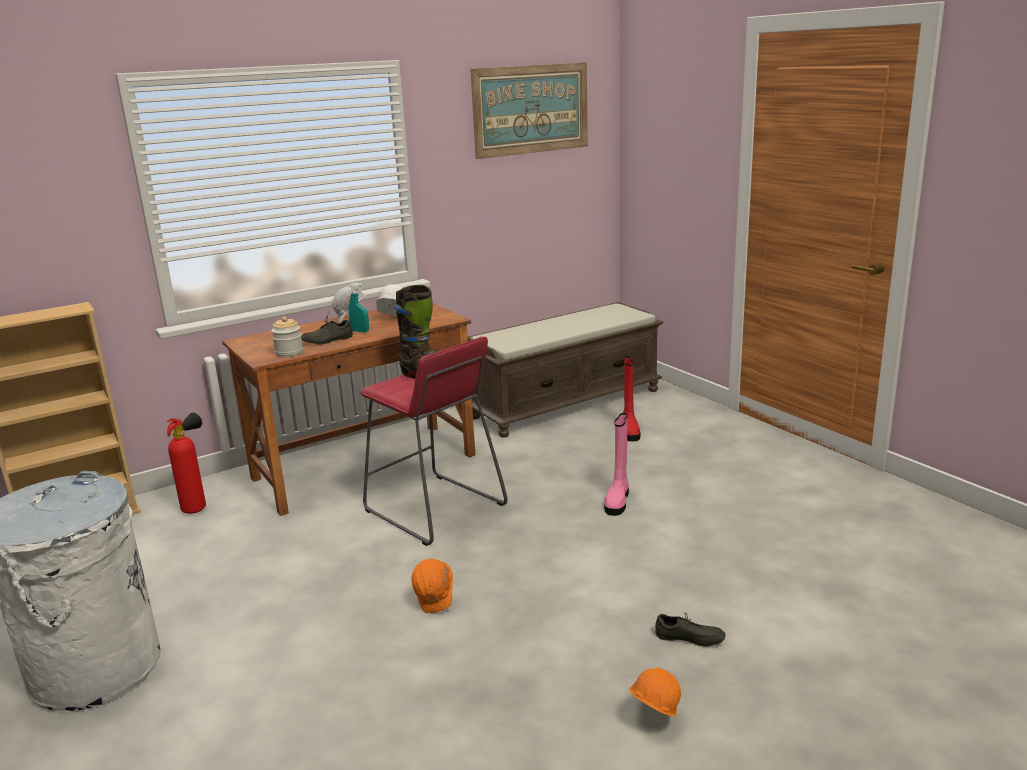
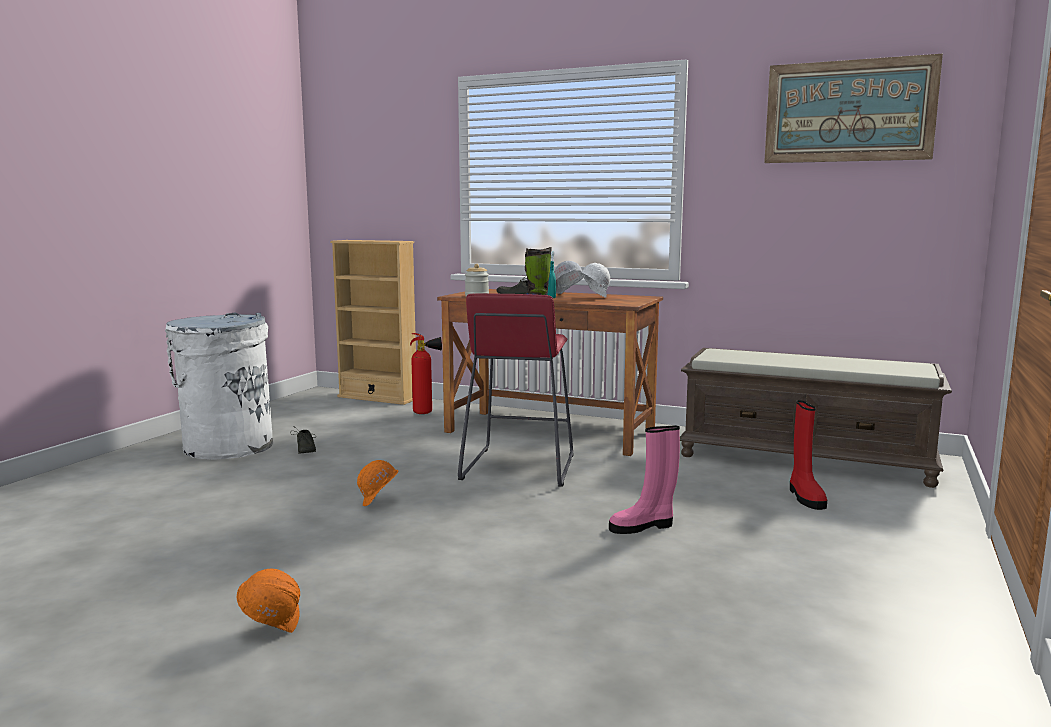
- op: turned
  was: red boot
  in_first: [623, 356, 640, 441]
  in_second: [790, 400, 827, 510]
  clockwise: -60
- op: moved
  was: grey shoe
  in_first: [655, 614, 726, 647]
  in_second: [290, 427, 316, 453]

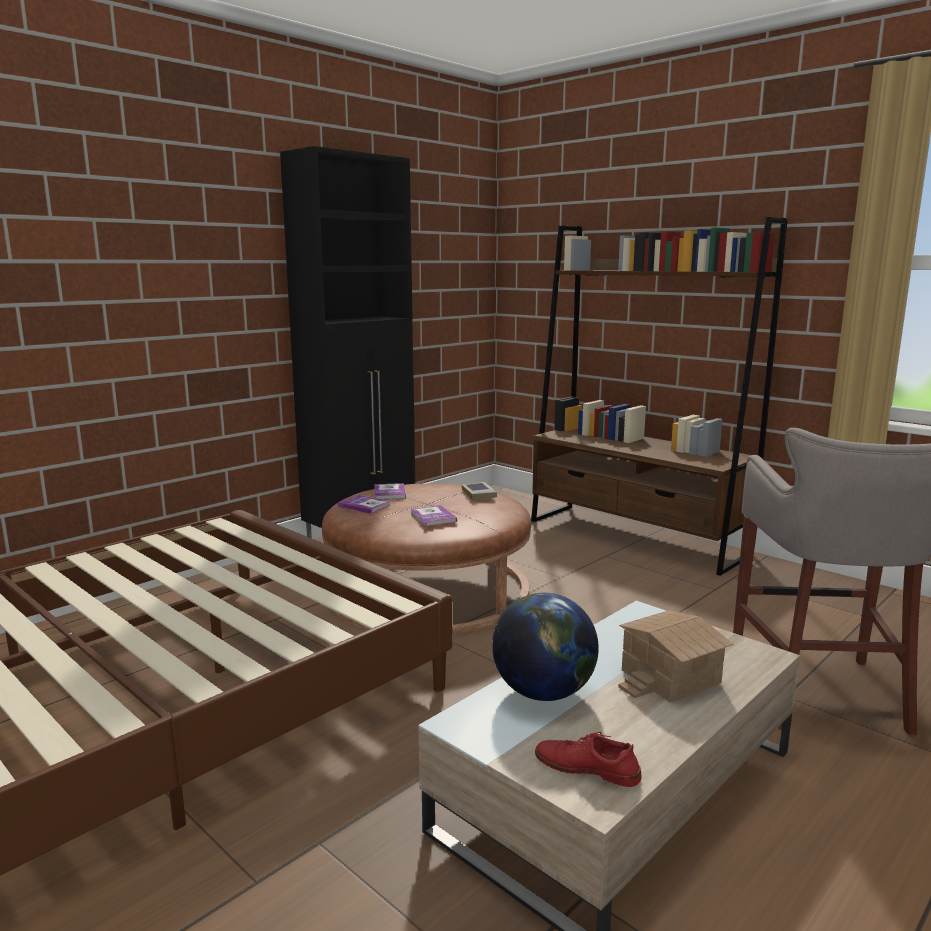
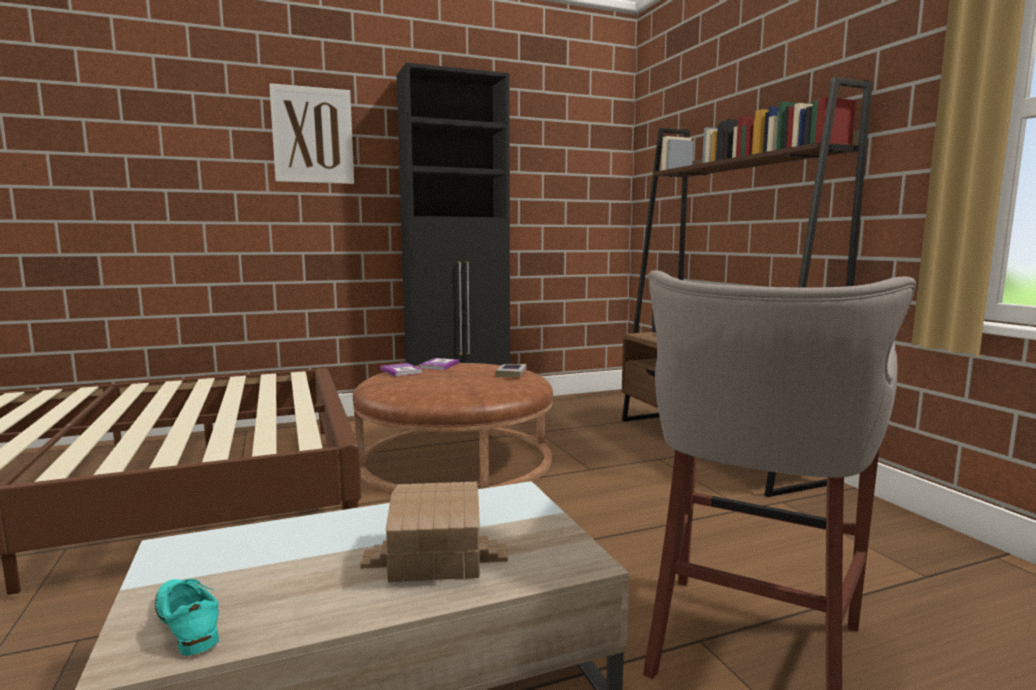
- op: removed
  was: book
  in_first: [411, 505, 457, 527]
- op: removed
  was: globe
  in_first: [492, 593, 599, 701]
- op: recoloured
  was: red shoe
  now: turquoise shoe
  in_first: [535, 732, 642, 787]
  in_second: [155, 579, 219, 656]
- op: added
  now: picture
  in_second: [269, 83, 354, 184]

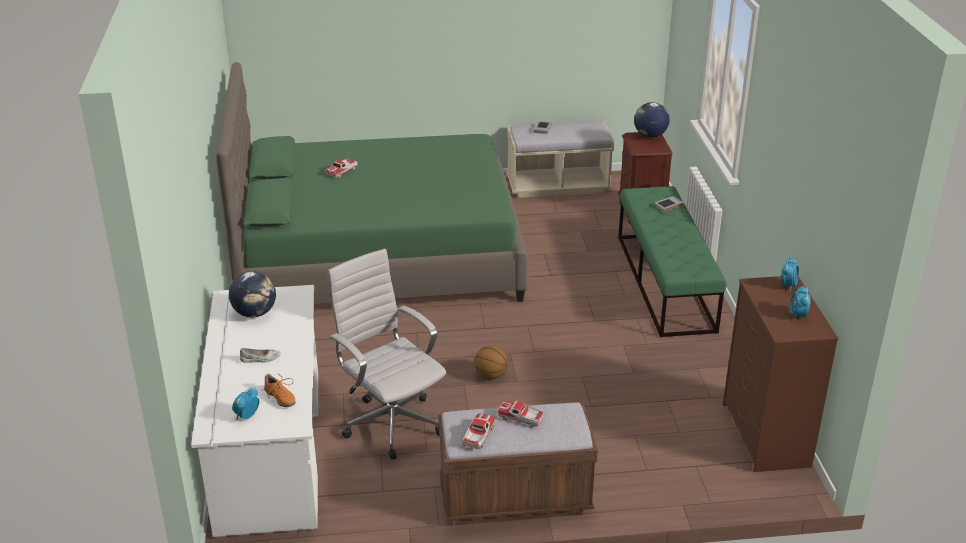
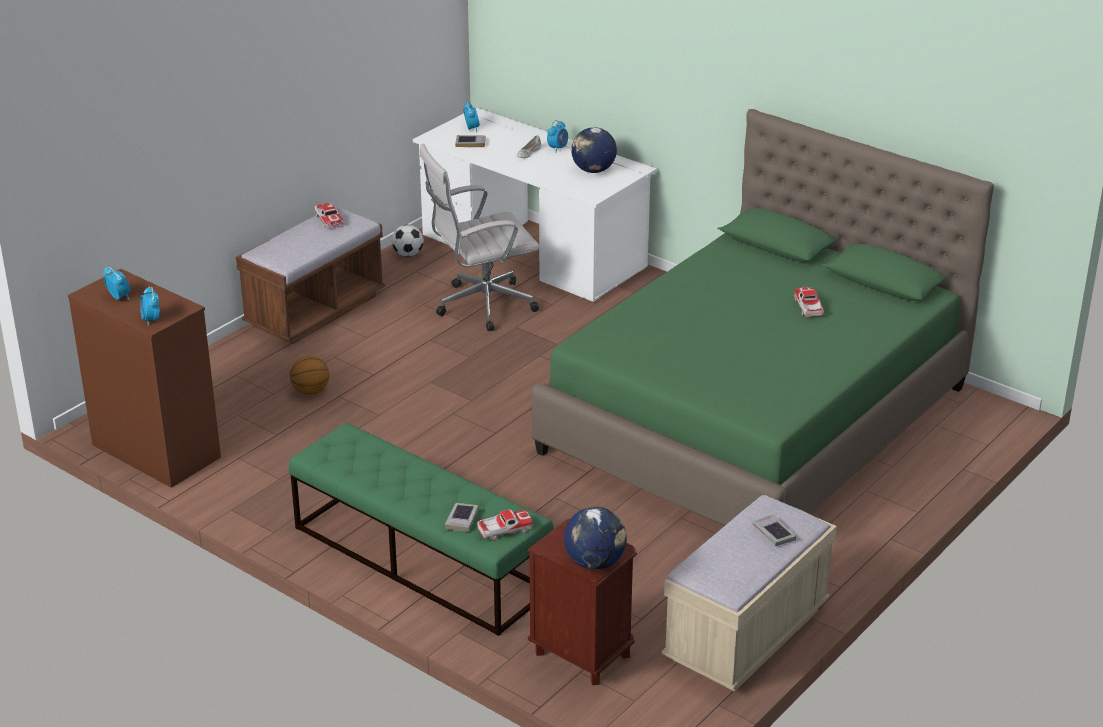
- op: turned
  was: white office chair
  in_first: [328, 249, 446, 460]
  in_second: [420, 144, 540, 331]
  clockwise: 150
- op: moved
  was: basketball
  in_first: [474, 345, 508, 380]
  in_second: [290, 356, 329, 395]
- op: replaced
  was: orange shoe
  now: book
  in_first: [260, 374, 296, 407]
  in_second: [455, 135, 486, 147]
- op: moved
  was: toy car
  in_first: [498, 401, 545, 428]
  in_second: [477, 510, 532, 540]
- op: added
  now: alarm clock
  in_second: [547, 120, 568, 153]
- op: added
  now: football
  in_second: [392, 225, 424, 257]

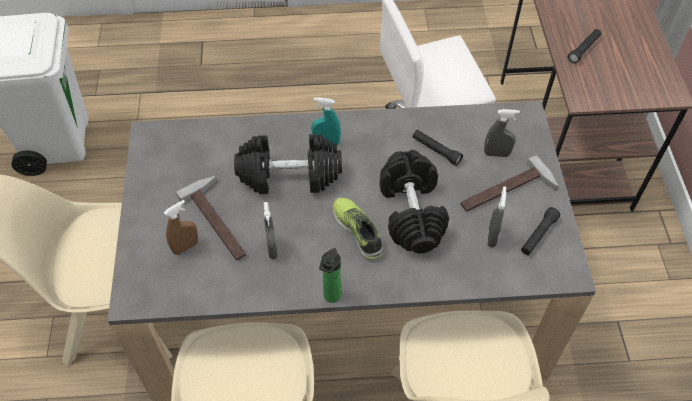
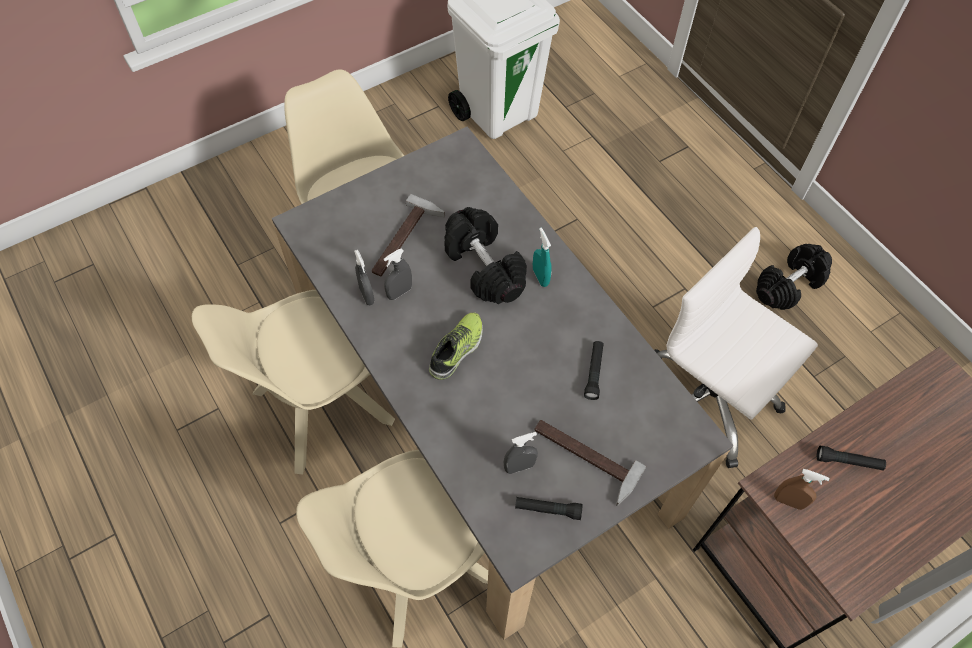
- op: moved
  was: grey spray bottle
  in_first: [484, 109, 520, 157]
  in_second: [354, 250, 374, 306]
- op: moved
  was: black dumbbell
  in_first: [379, 150, 449, 253]
  in_second: [756, 244, 832, 310]
- op: moved
  was: brown spray bottle
  in_first: [164, 200, 198, 255]
  in_second: [774, 469, 830, 510]
- op: removed
  was: bottle
  in_first: [319, 248, 341, 303]

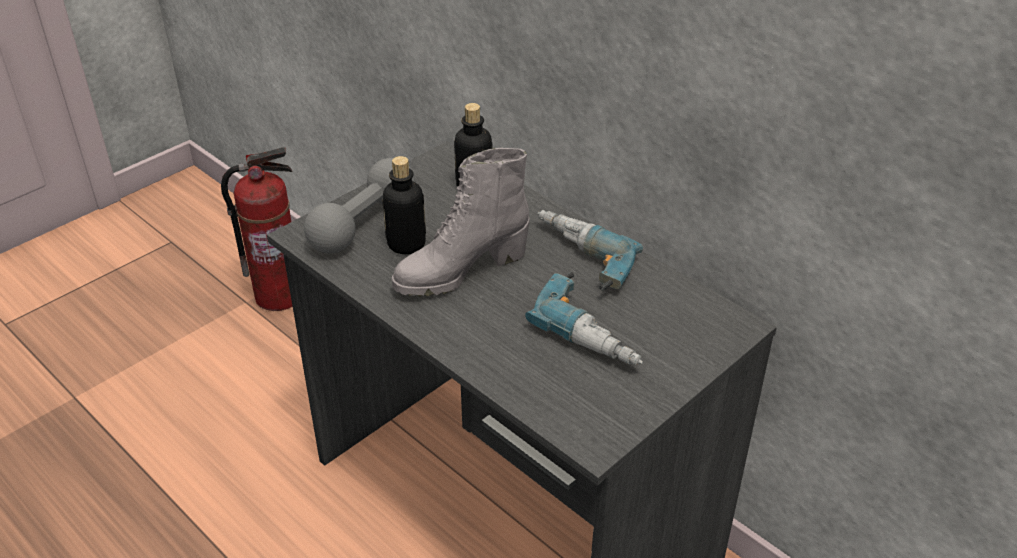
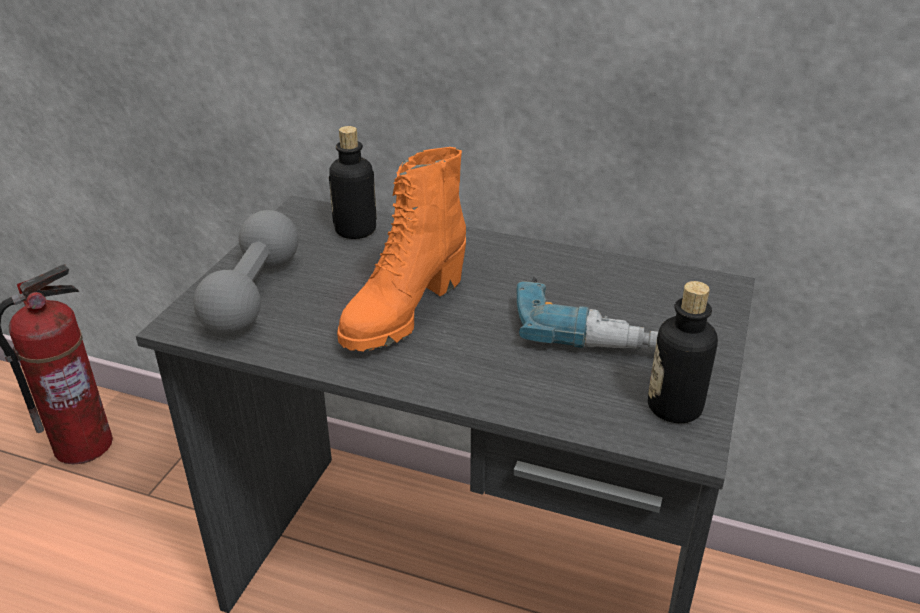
- op: recoloured
  was: grey boot
  now: orange boot
  in_first: [392, 148, 530, 296]
  in_second: [337, 147, 466, 351]
- op: moved
  was: bottle
  in_first: [382, 156, 426, 254]
  in_second: [648, 281, 718, 423]
- op: removed
  was: power drill
  in_first: [537, 210, 643, 291]

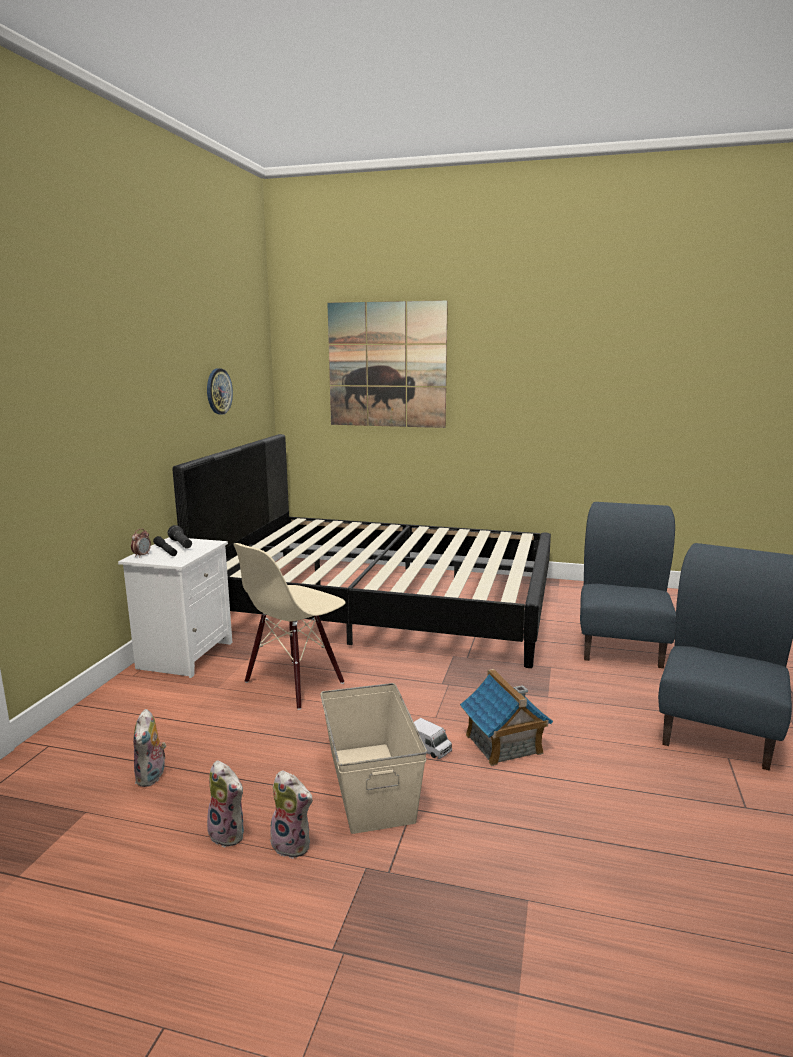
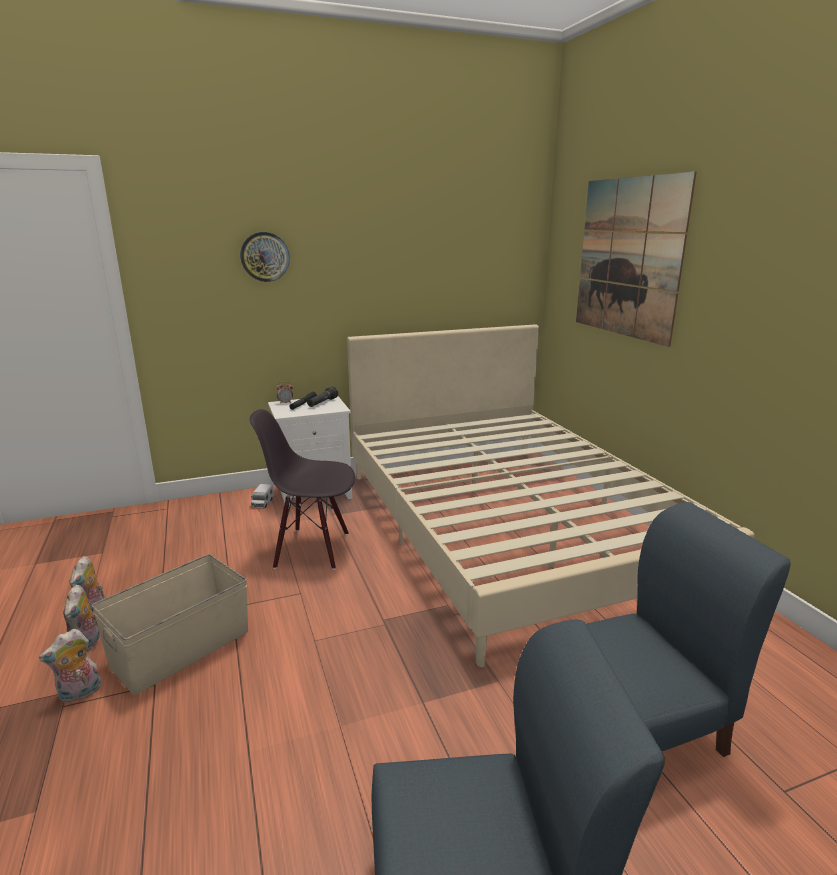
- op: moved
  was: wall clock
  in_first: [207, 368, 233, 415]
  in_second: [240, 232, 290, 282]
- op: recoloured
  was: black bed
  now: beige bed
  in_first: [173, 434, 551, 668]
  in_second: [347, 324, 754, 667]
- op: recoloured
  was: beige chair
  now: black chair
  in_first: [233, 543, 346, 710]
  in_second: [250, 409, 355, 570]
- op: removed
  was: toy house
  in_first: [460, 669, 553, 766]
- op: moved
  was: plush toy
  in_first: [133, 709, 166, 787]
  in_second: [39, 629, 102, 703]
- op: moved
  was: toy truck
  in_first: [414, 718, 452, 759]
  in_second: [251, 484, 274, 509]

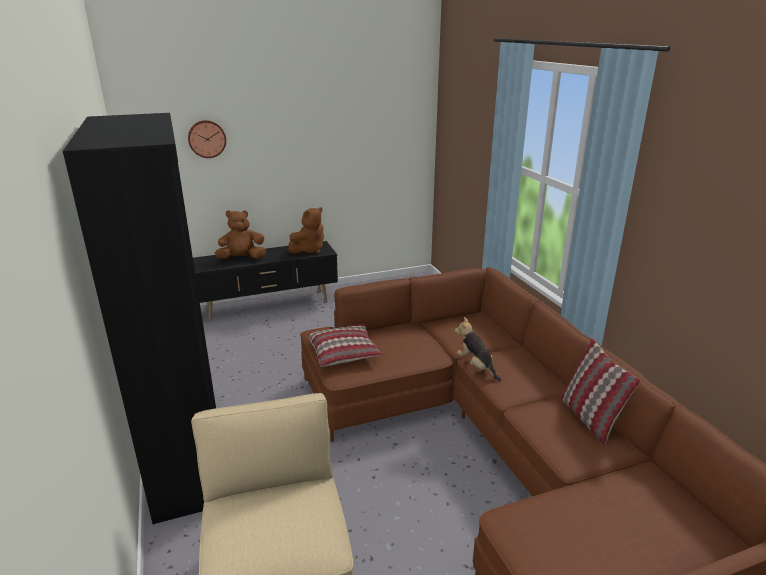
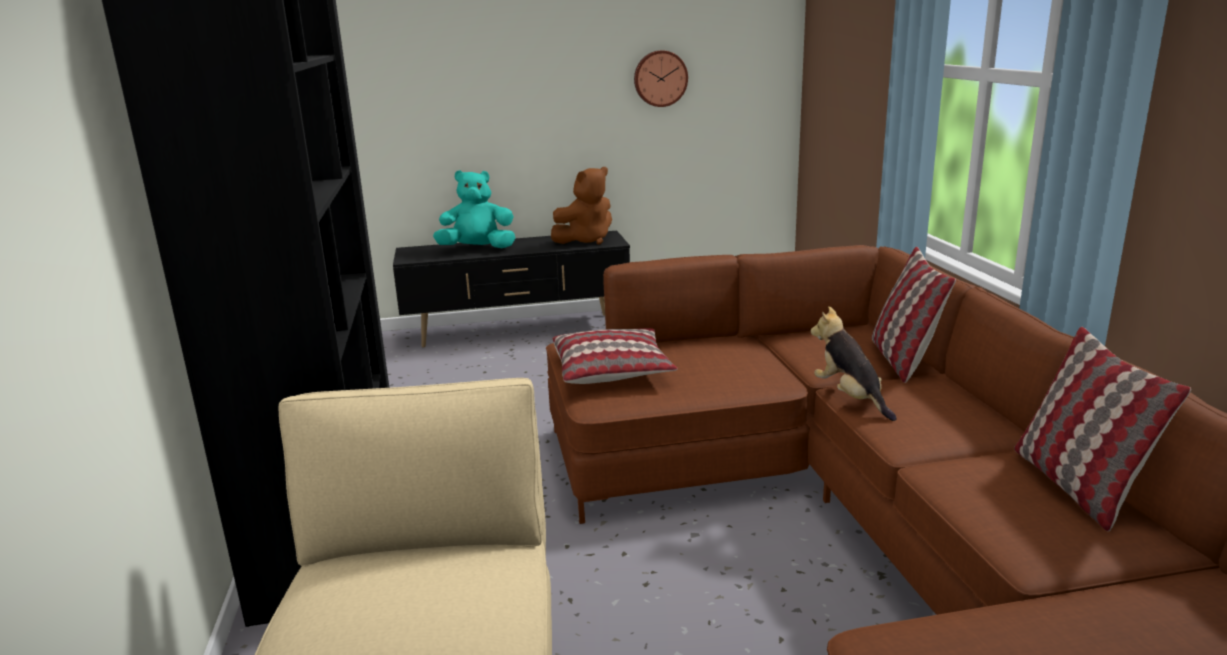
- op: moved
  was: wall clock
  in_first: [188, 120, 226, 158]
  in_second: [634, 50, 688, 107]
- op: recoloured
  was: brown plush toy
  now: turquoise plush toy
  in_first: [215, 210, 266, 259]
  in_second: [433, 170, 515, 248]
- op: added
  now: pillow
  in_second: [871, 247, 956, 383]

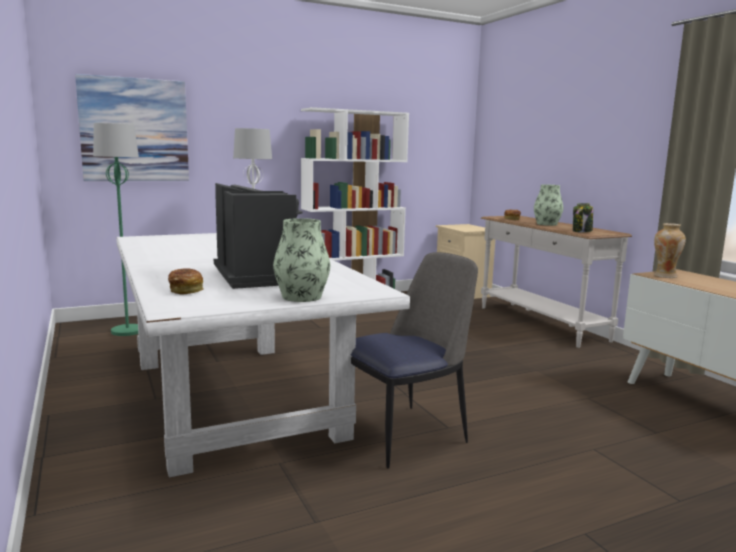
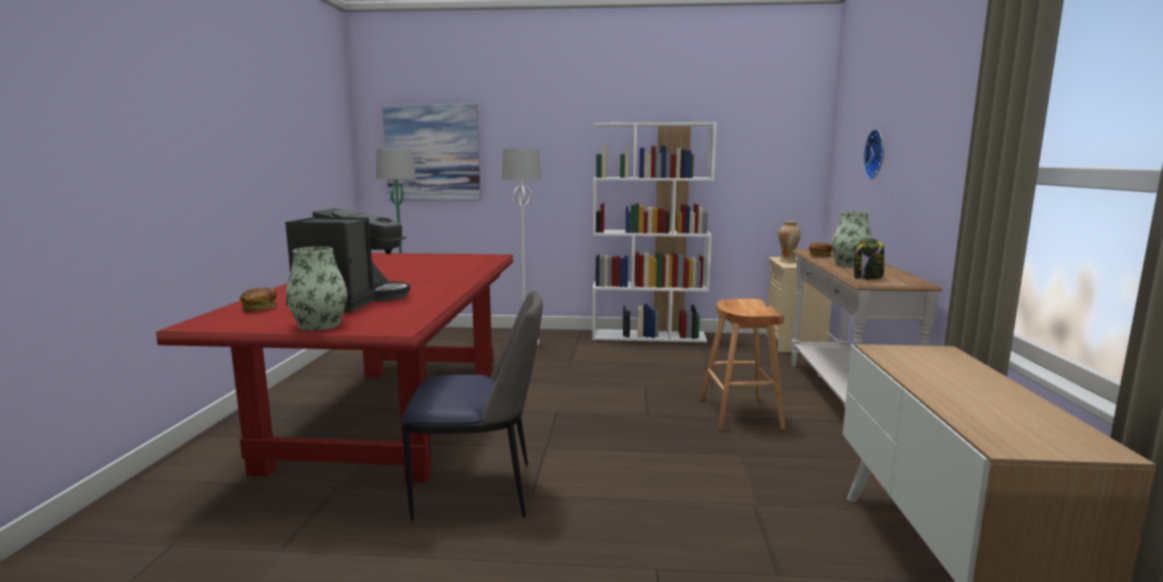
- op: moved
  was: vase
  in_first: [654, 223, 686, 278]
  in_second: [778, 221, 801, 263]
- op: recoloured
  was: white dining table
  now: red dining table
  in_first: [116, 233, 410, 477]
  in_second: [156, 253, 513, 483]
- op: added
  now: wall clock
  in_second: [863, 129, 884, 180]
- op: added
  now: brown stool
  in_second: [700, 299, 786, 431]

